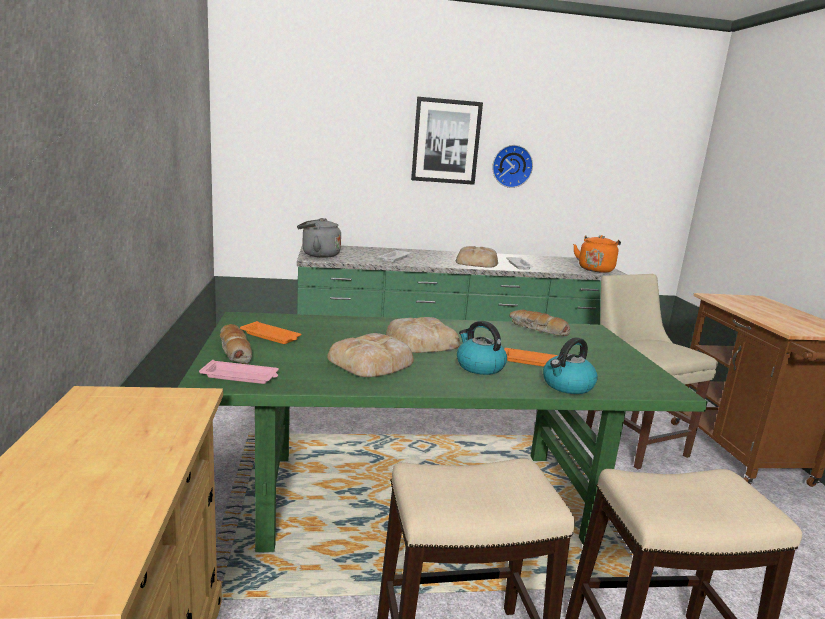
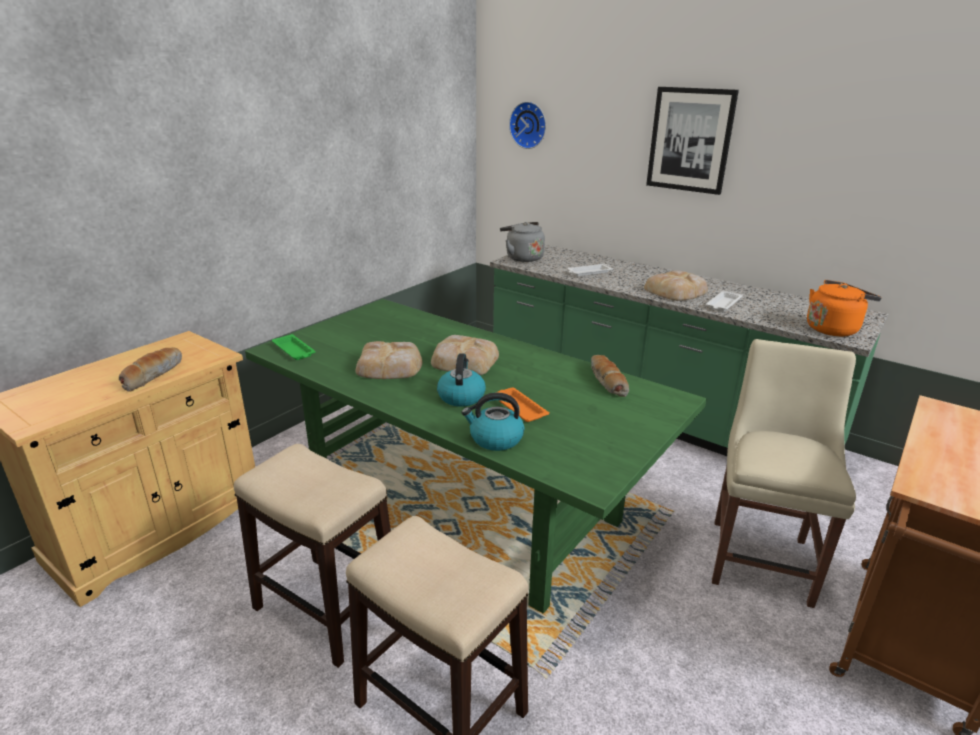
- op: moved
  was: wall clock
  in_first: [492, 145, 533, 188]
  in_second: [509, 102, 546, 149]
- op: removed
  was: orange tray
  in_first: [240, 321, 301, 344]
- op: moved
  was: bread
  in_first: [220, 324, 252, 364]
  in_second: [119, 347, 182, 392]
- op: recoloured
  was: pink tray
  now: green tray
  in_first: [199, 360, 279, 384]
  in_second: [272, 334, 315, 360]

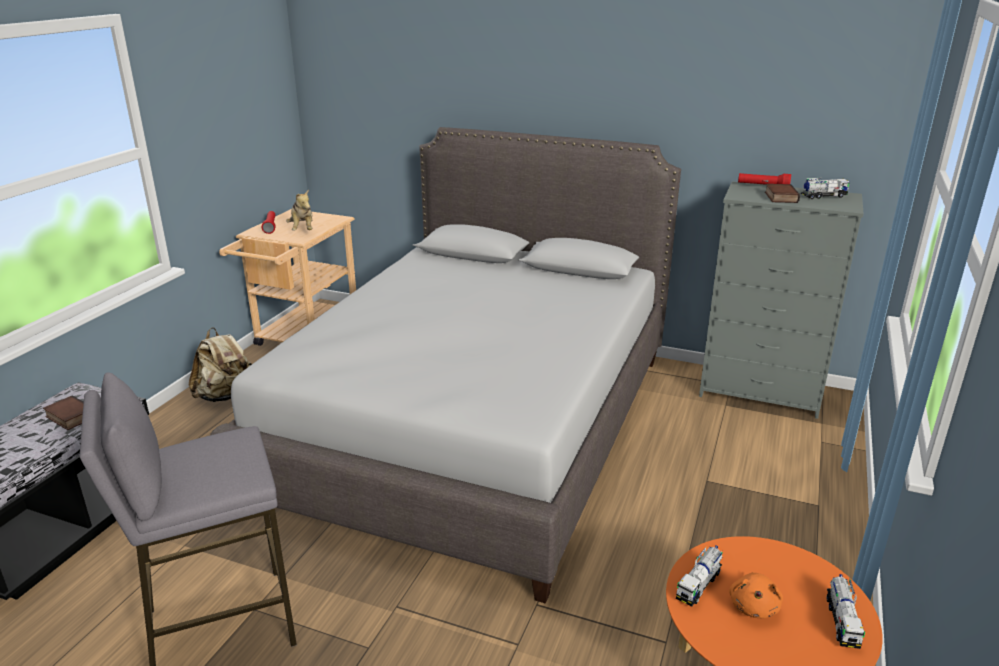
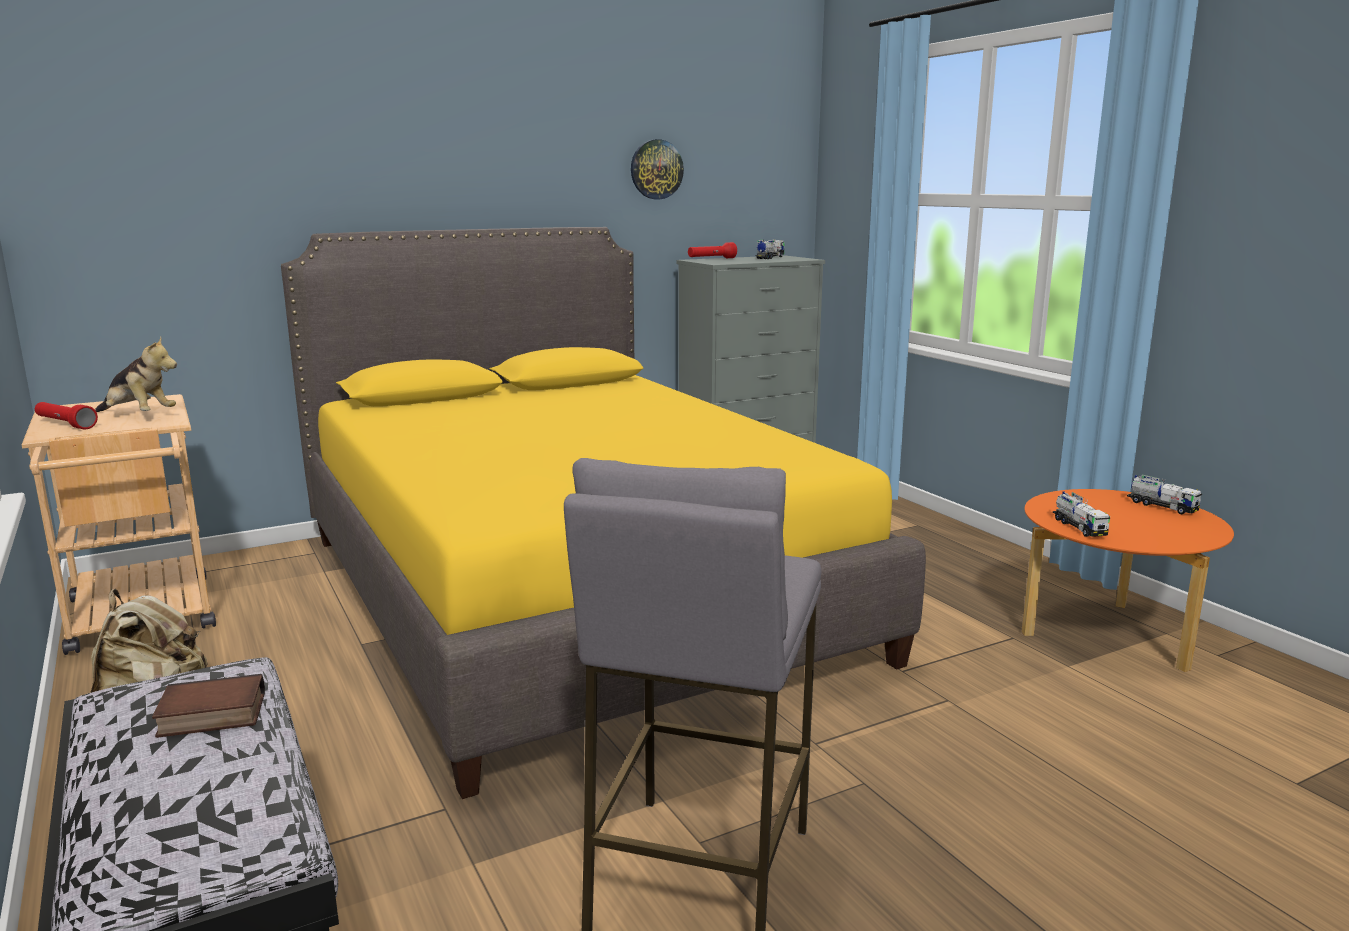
- op: recoloured
  was: grey bed
  now: yellow bed
  in_first: [210, 127, 681, 604]
  in_second: [281, 227, 926, 799]
- op: removed
  was: book
  in_first: [765, 184, 800, 203]
- op: removed
  was: orange plush toy
  in_first: [729, 572, 783, 619]
- op: added
  now: wall clock
  in_second: [631, 139, 684, 199]

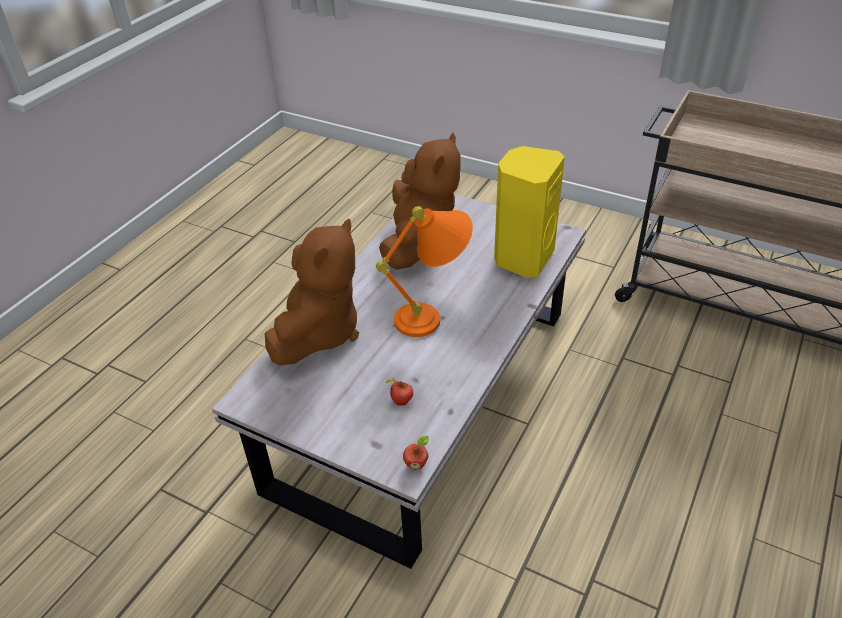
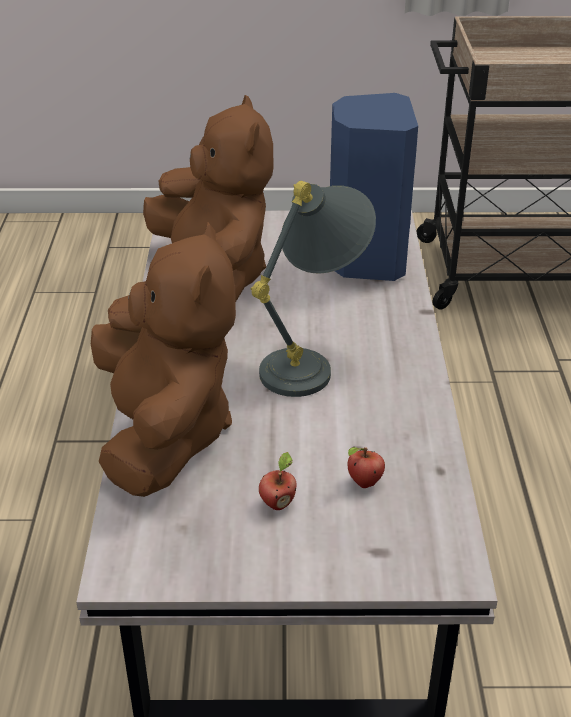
- op: recoloured
  was: yellow speaker
  now: blue speaker
  in_first: [494, 146, 565, 278]
  in_second: [330, 93, 418, 281]
- op: recoloured
  was: orange table lamp
  now: grey table lamp
  in_first: [376, 206, 473, 337]
  in_second: [251, 181, 376, 397]
- op: moved
  was: apple
  in_first: [403, 436, 429, 470]
  in_second: [259, 452, 296, 510]

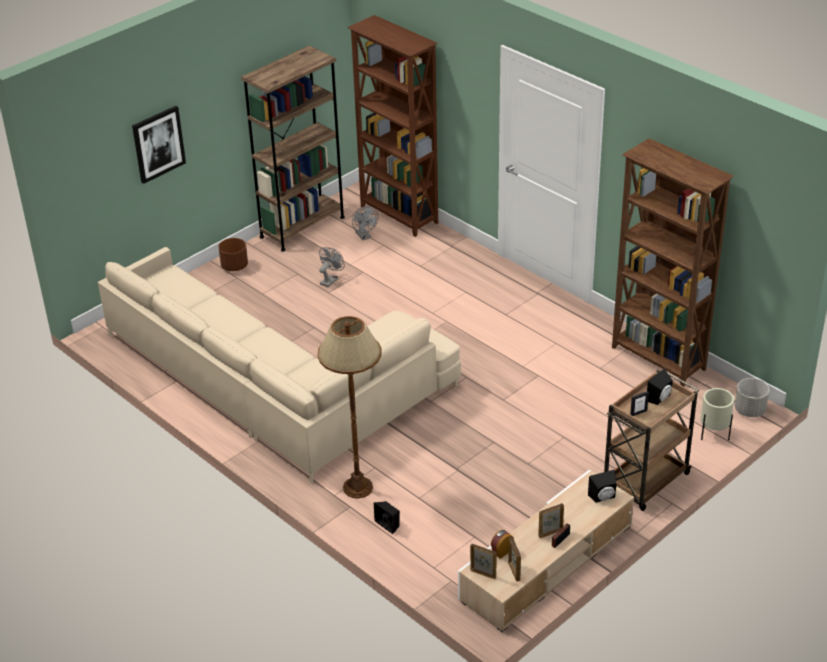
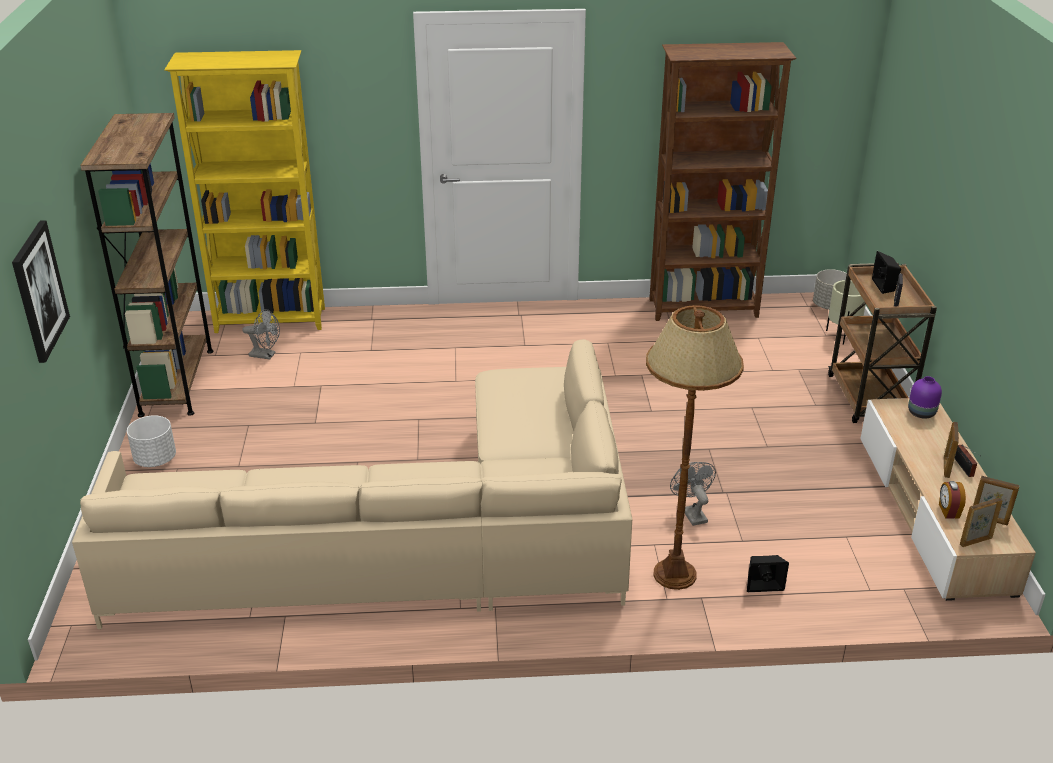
- op: recoloured
  was: brown bookcase
  now: yellow bookcase
  in_first: [347, 15, 438, 237]
  in_second: [164, 50, 325, 333]
- op: recoloured
  was: brown planter
  now: white planter
  in_first: [219, 238, 248, 271]
  in_second: [127, 415, 176, 467]
- op: moved
  was: grey fan
  in_first: [319, 247, 345, 287]
  in_second: [670, 462, 716, 526]
- op: replaced
  was: black speaker
  now: purple vase
  in_first: [588, 470, 617, 503]
  in_second: [908, 376, 942, 419]

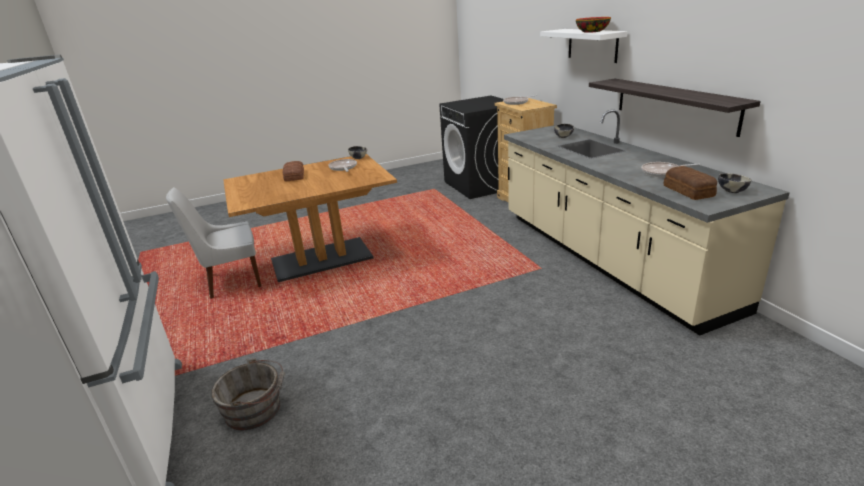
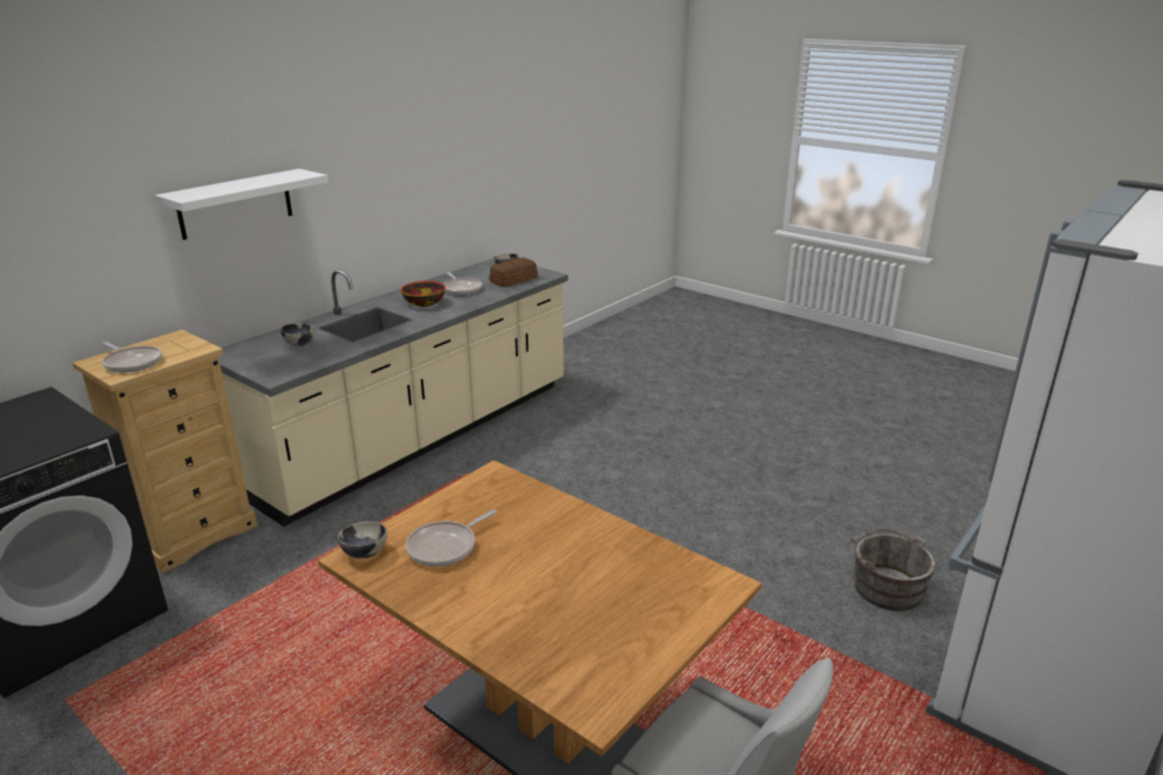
- op: moved
  was: bowl
  in_first: [576, 17, 611, 33]
  in_second: [401, 281, 446, 307]
- op: removed
  was: shelf
  in_first: [589, 79, 761, 137]
- op: removed
  was: bread
  in_first: [283, 161, 304, 182]

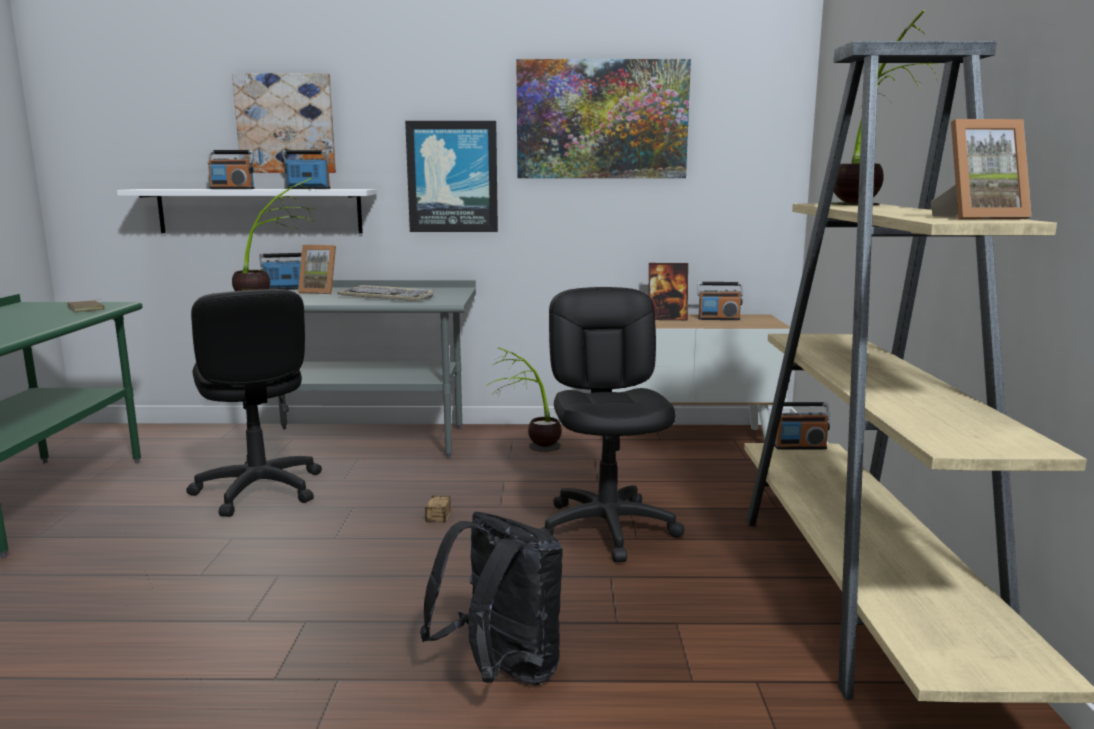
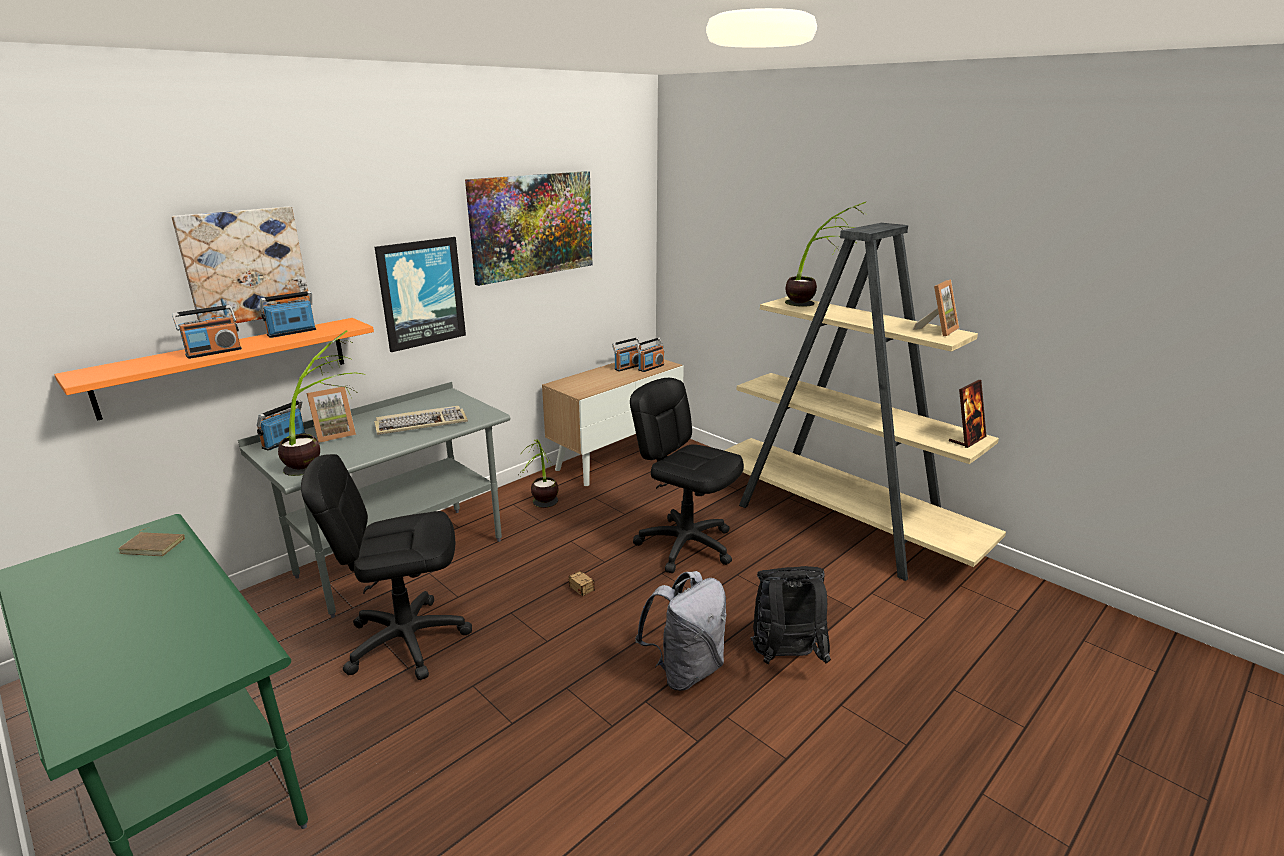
- op: recoloured
  was: white shelf
  now: orange shelf
  in_first: [117, 189, 377, 233]
  in_second: [54, 318, 374, 421]
- op: moved
  was: picture frame
  in_first: [648, 263, 688, 320]
  in_second: [949, 380, 987, 448]
- op: turned
  was: black office chair
  in_first: [186, 289, 322, 517]
  in_second: [301, 454, 472, 680]
  clockwise: 150
- op: moved
  was: radio
  in_first: [774, 402, 830, 450]
  in_second: [636, 337, 664, 372]
- op: added
  now: grey backpack
  in_second: [635, 571, 726, 691]

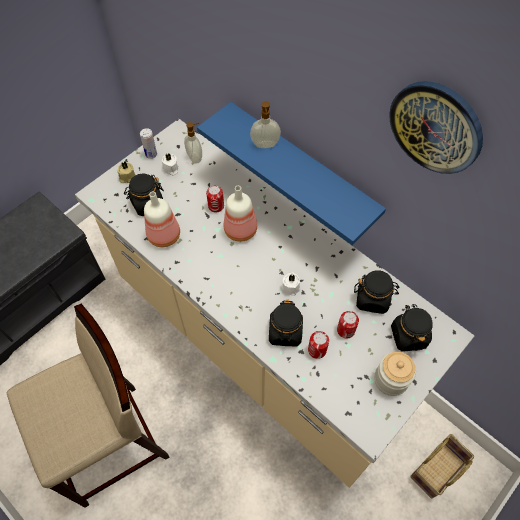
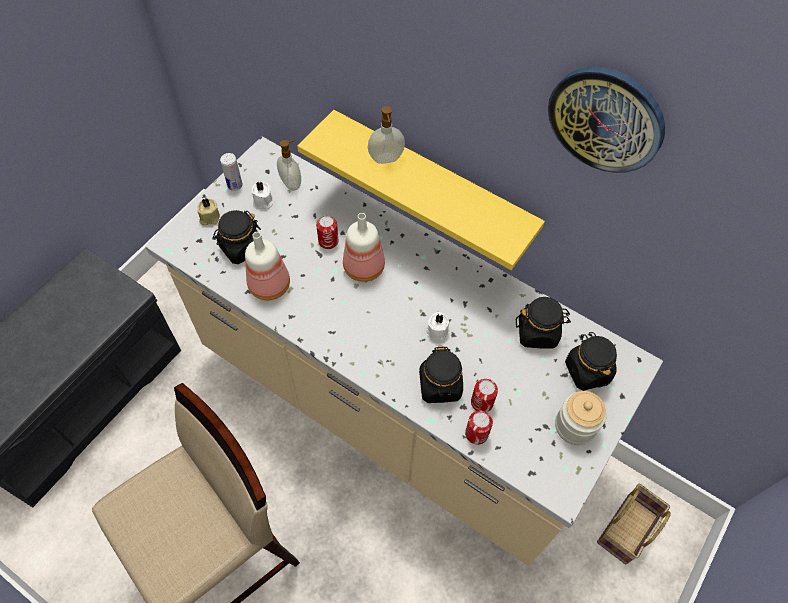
- op: recoloured
  was: blue shelf
  now: yellow shelf
  in_first: [197, 102, 386, 245]
  in_second: [297, 110, 545, 270]
- op: moved
  was: can
  in_first: [337, 311, 359, 339]
  in_second: [465, 410, 493, 445]

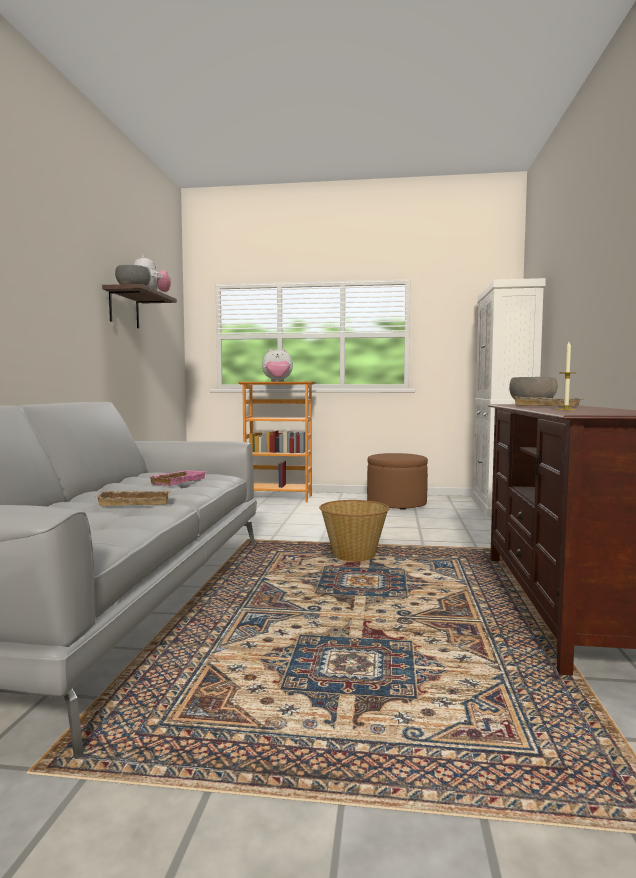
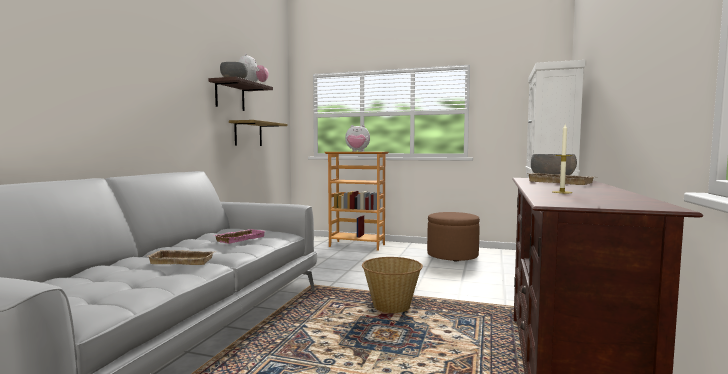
- op: added
  now: shelf
  in_second: [229, 120, 287, 146]

